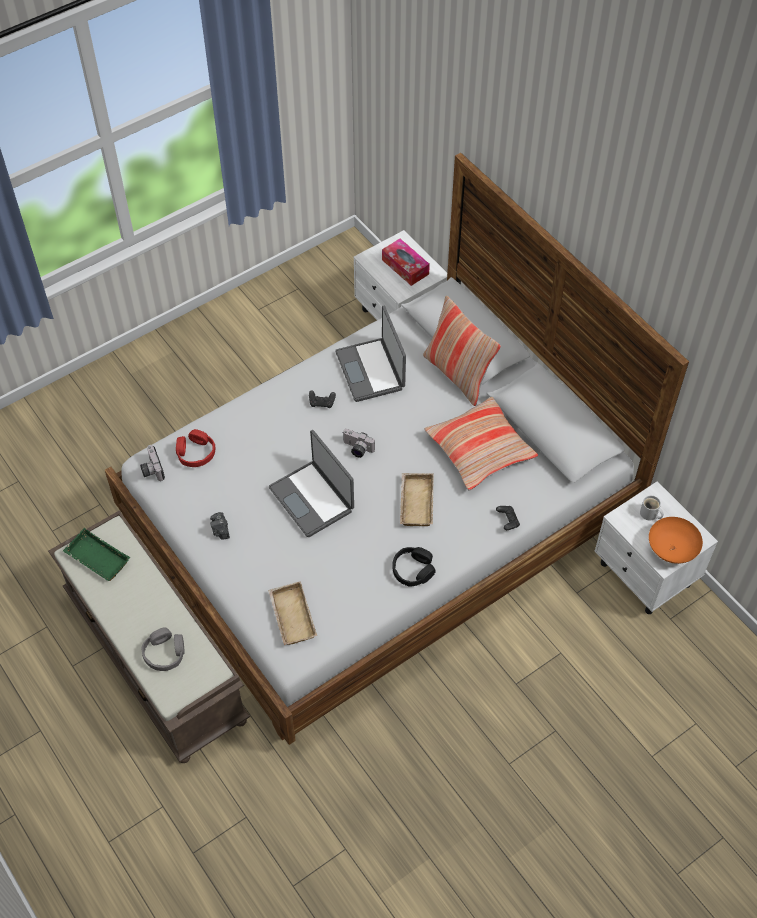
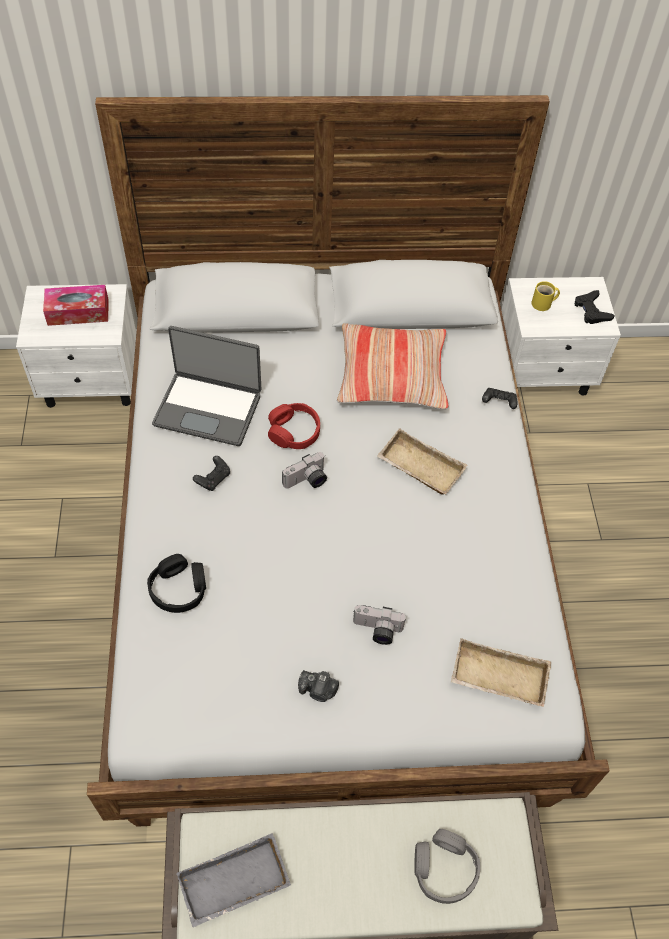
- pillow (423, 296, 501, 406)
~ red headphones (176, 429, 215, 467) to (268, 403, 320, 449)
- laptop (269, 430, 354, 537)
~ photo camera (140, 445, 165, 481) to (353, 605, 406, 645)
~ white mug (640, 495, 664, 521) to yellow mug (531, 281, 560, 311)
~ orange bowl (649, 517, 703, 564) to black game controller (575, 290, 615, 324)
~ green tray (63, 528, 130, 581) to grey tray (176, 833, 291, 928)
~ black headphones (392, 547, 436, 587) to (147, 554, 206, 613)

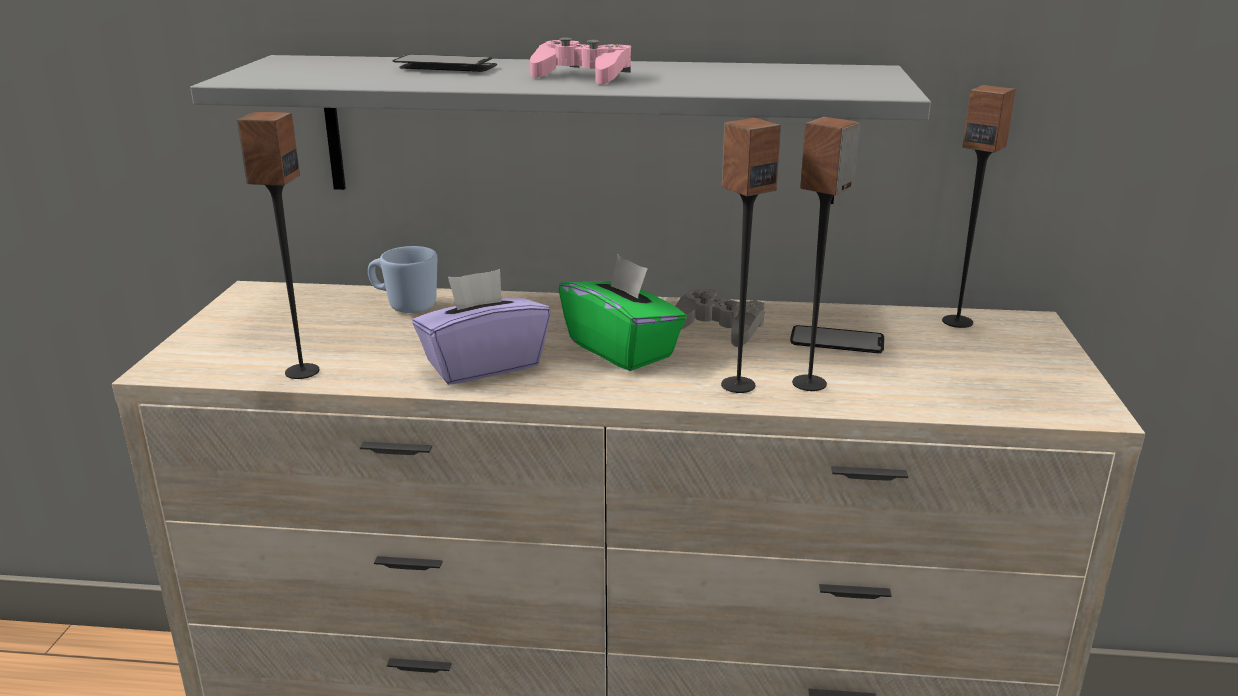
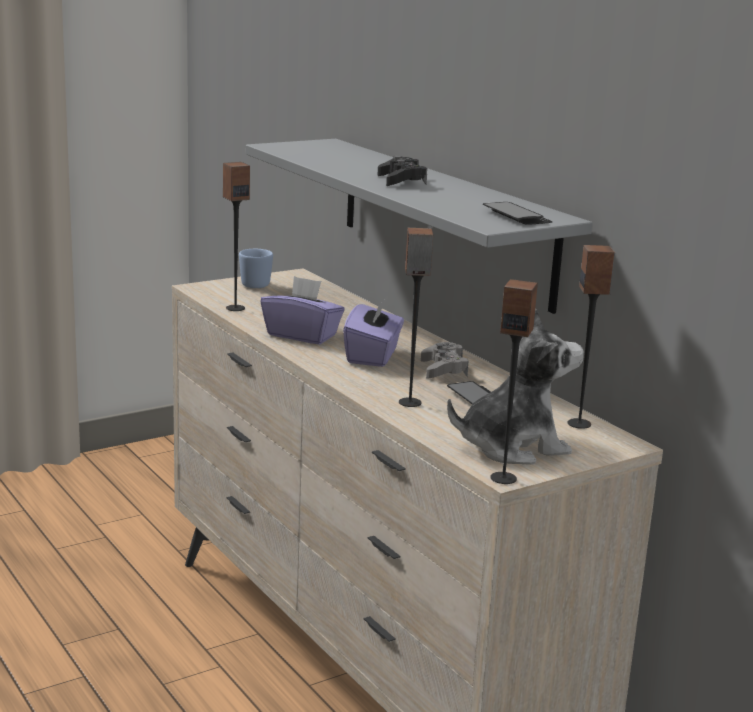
~ pink game controller (530, 37, 631, 85) to black game controller (377, 156, 427, 186)
~ phone (392, 54, 497, 72) to (483, 202, 552, 225)
~ speaker (721, 118, 781, 393) to (490, 279, 538, 484)
~ blue mug (368, 246, 437, 313) to (239, 249, 273, 288)
~ green tissue box (558, 255, 687, 371) to purple tissue box (343, 296, 404, 367)
+ plush toy (447, 308, 584, 465)

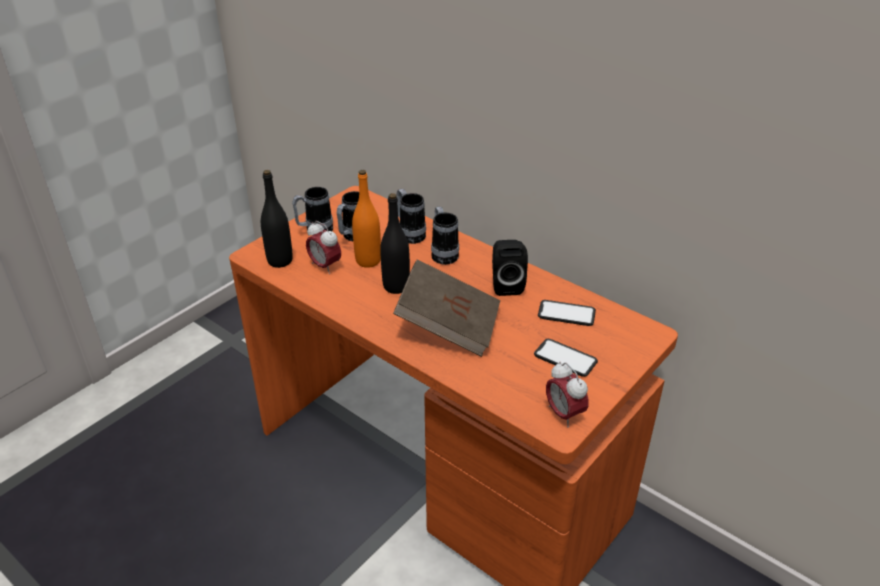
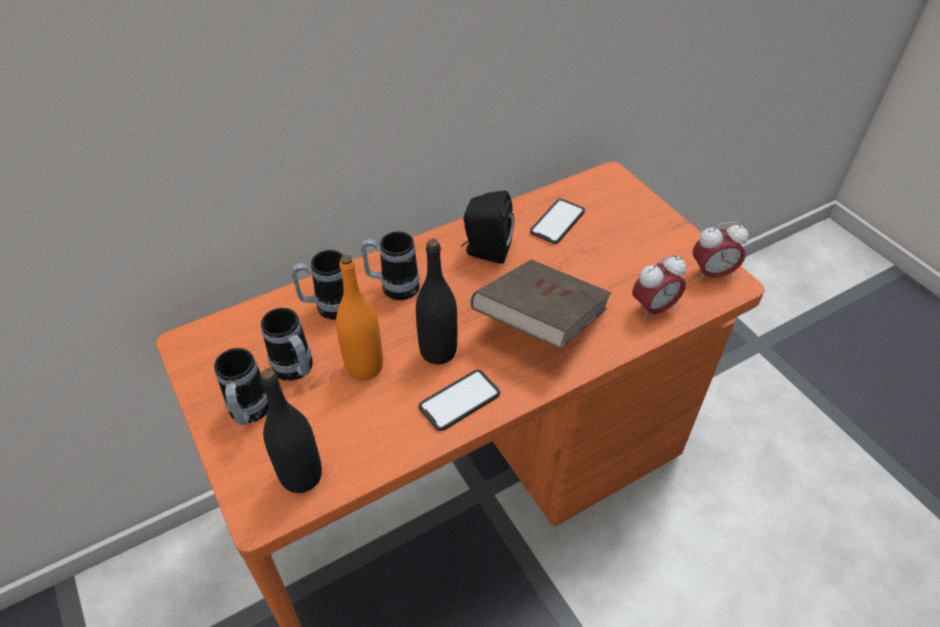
~ alarm clock (306, 221, 341, 274) to (632, 255, 686, 320)
~ phone (534, 339, 598, 377) to (418, 370, 500, 431)

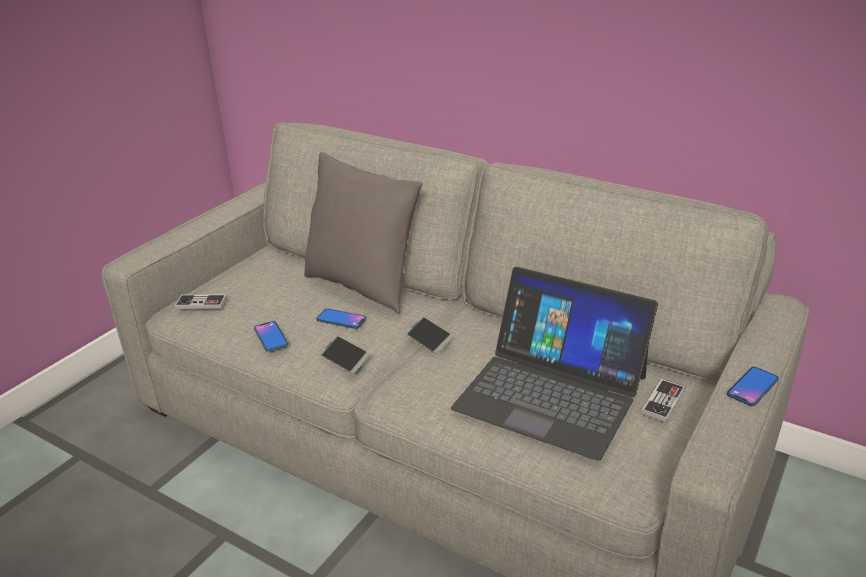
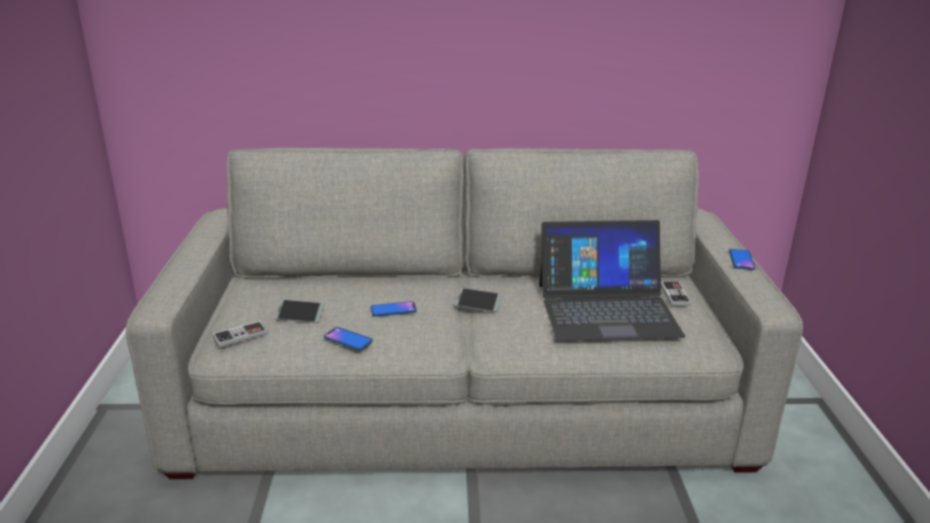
- grey pillow (304, 152, 422, 314)
~ phone (320, 335, 370, 374) to (275, 300, 324, 323)

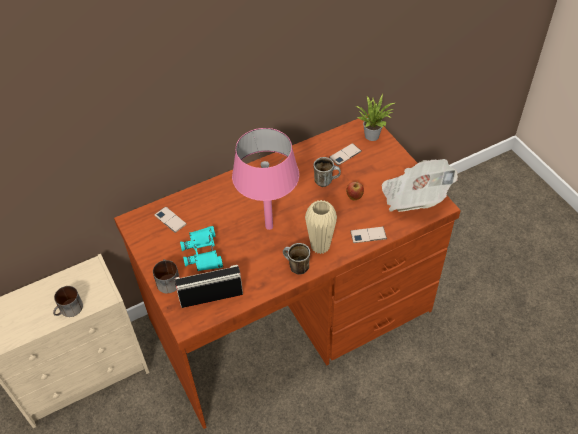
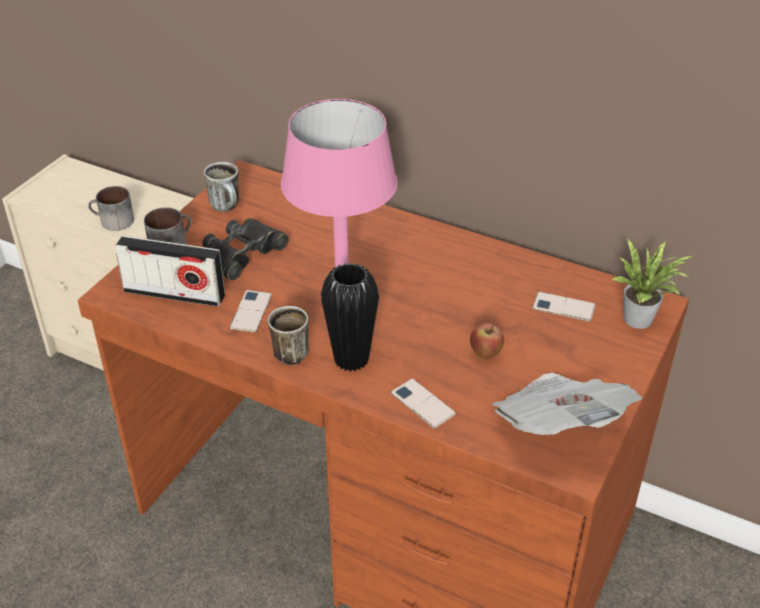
~ mug (313, 157, 341, 187) to (204, 162, 239, 212)
~ beige vase (305, 200, 337, 254) to black vase (321, 263, 379, 371)
~ phone (154, 206, 187, 233) to (229, 290, 272, 333)
~ turquoise binoculars (180, 226, 223, 271) to black binoculars (202, 218, 289, 281)
~ radio (175, 265, 243, 308) = (115, 236, 225, 307) 150 degrees clockwise

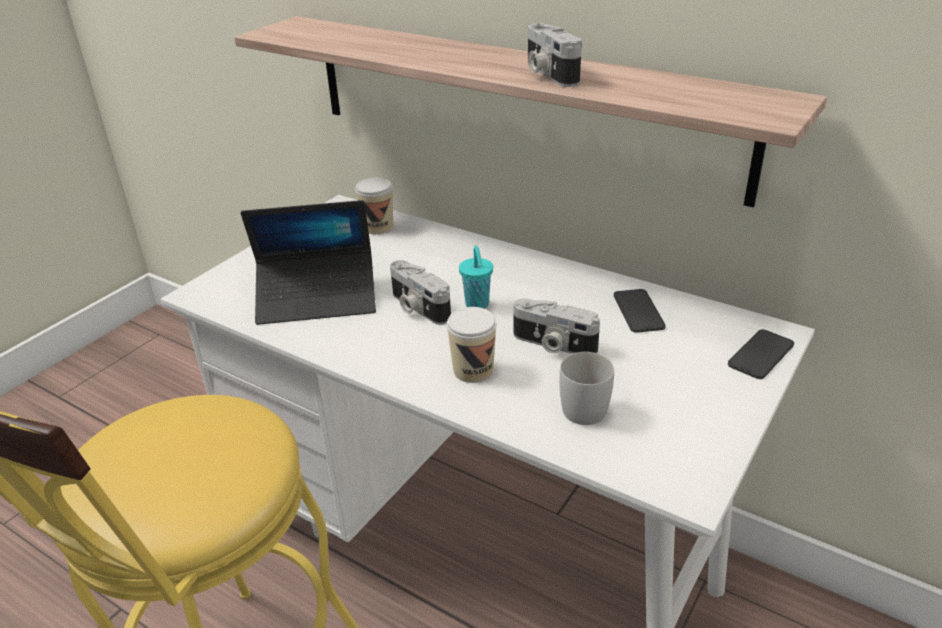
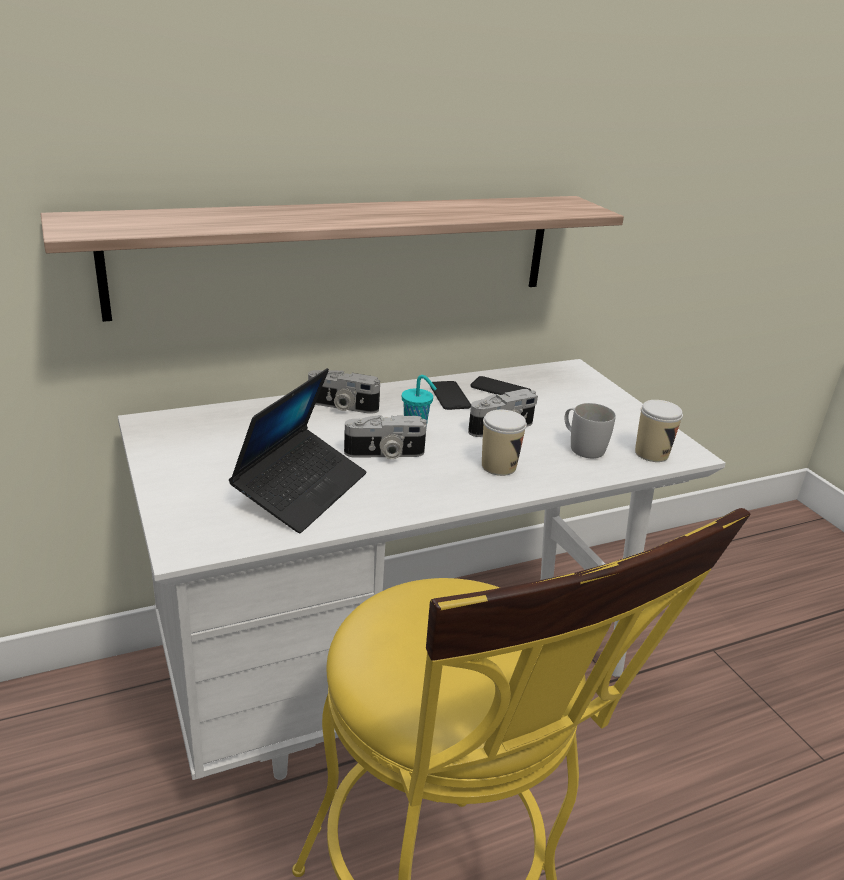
~ photo camera (528, 23, 582, 87) to (308, 370, 380, 414)
~ cup (355, 177, 393, 235) to (635, 400, 683, 462)
~ phone (728, 329, 794, 379) to (430, 381, 471, 410)

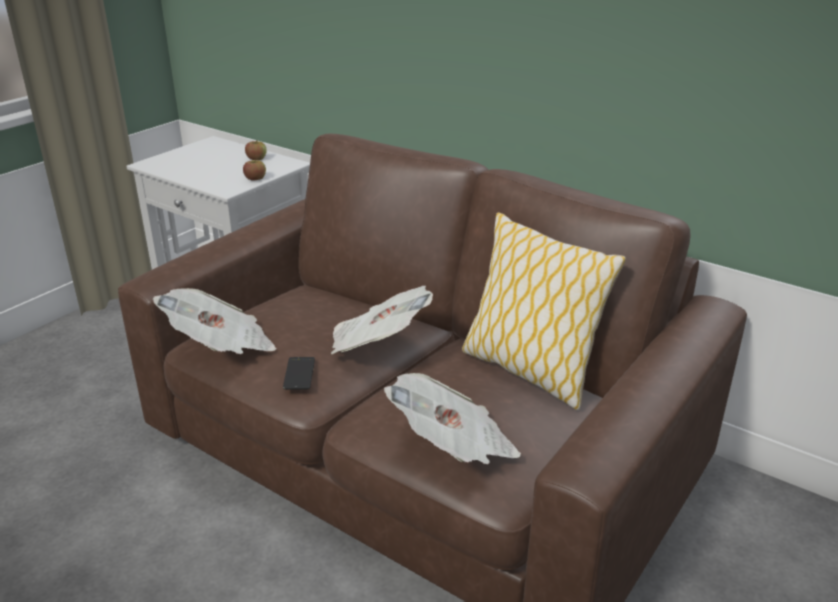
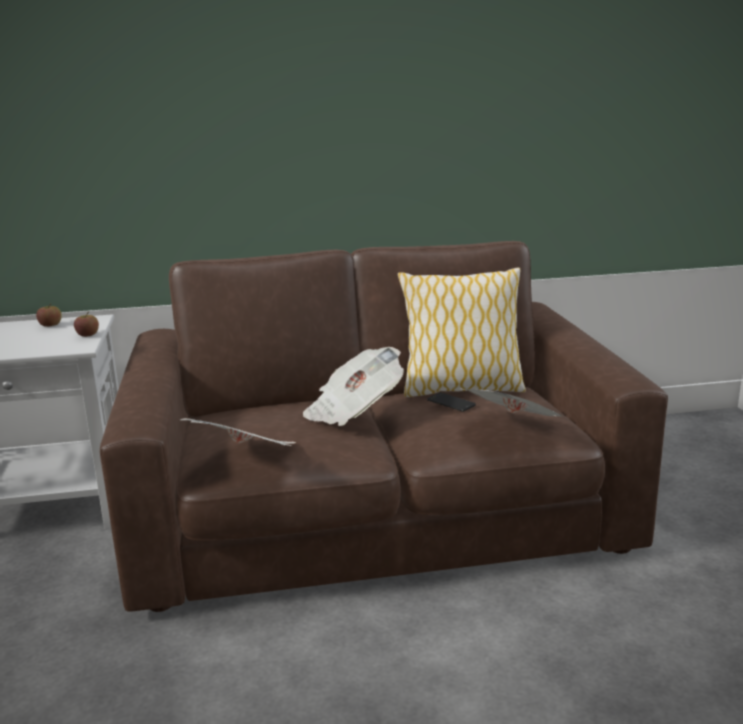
~ phone (283, 357, 315, 390) to (427, 393, 476, 412)

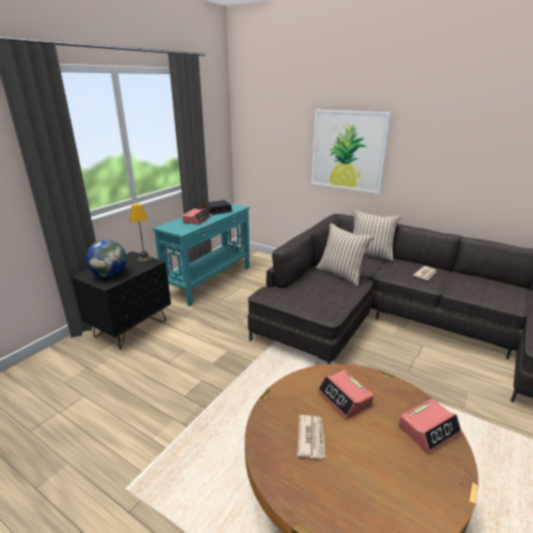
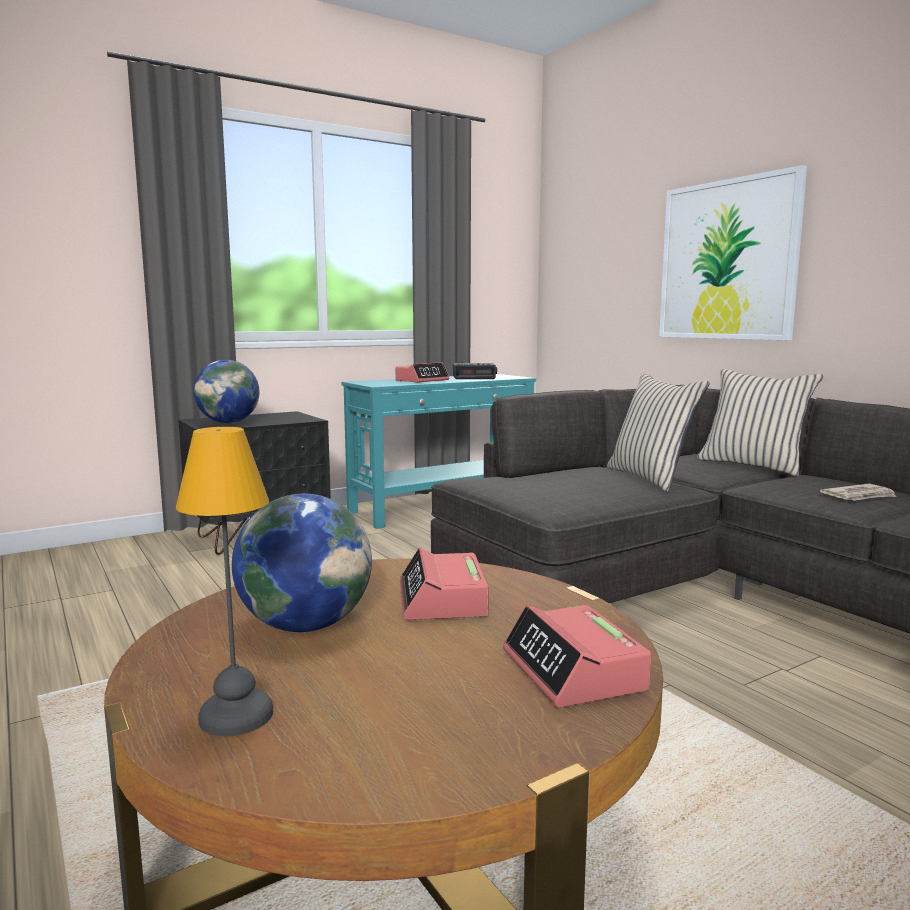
~ table lamp (130, 204, 152, 263) to (176, 427, 273, 736)
~ alarm clock (399, 399, 462, 454) = (503, 605, 651, 708) 75 degrees clockwise
~ newspaper (297, 415, 326, 459) to globe (232, 494, 372, 632)

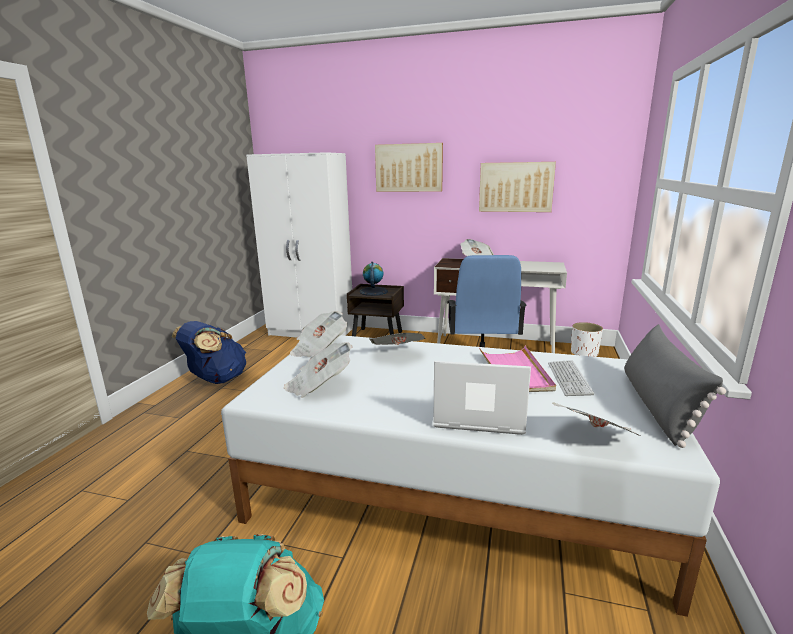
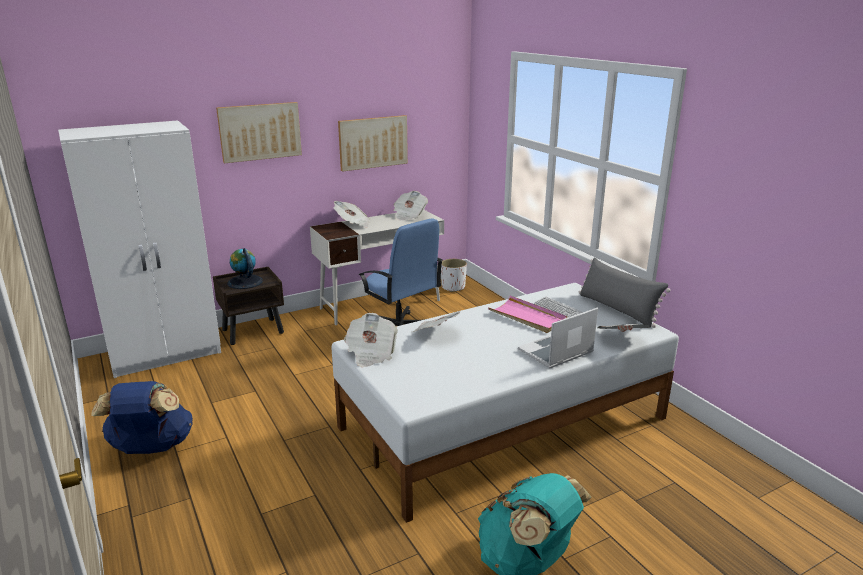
~ newspaper (284, 342, 353, 398) to (393, 191, 428, 220)

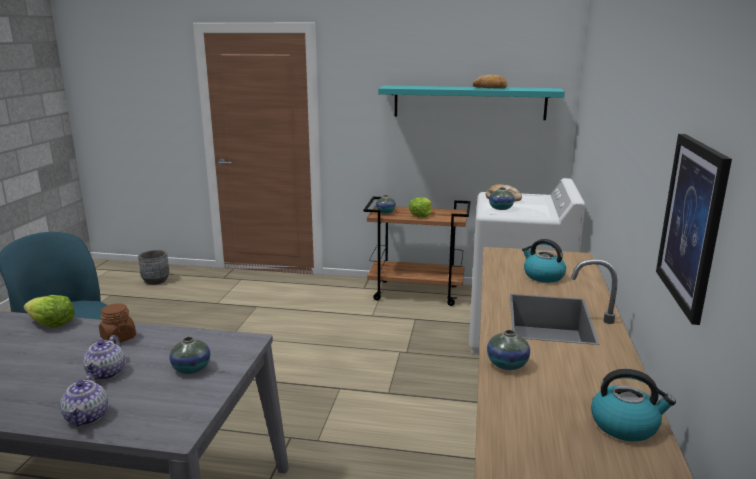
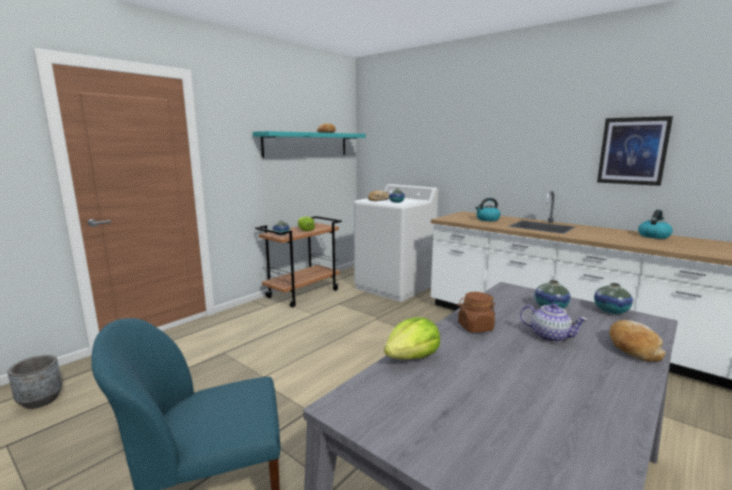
~ vase (487, 330, 530, 370) to (594, 283, 633, 314)
~ teapot (60, 373, 108, 426) to bread (609, 320, 666, 362)

